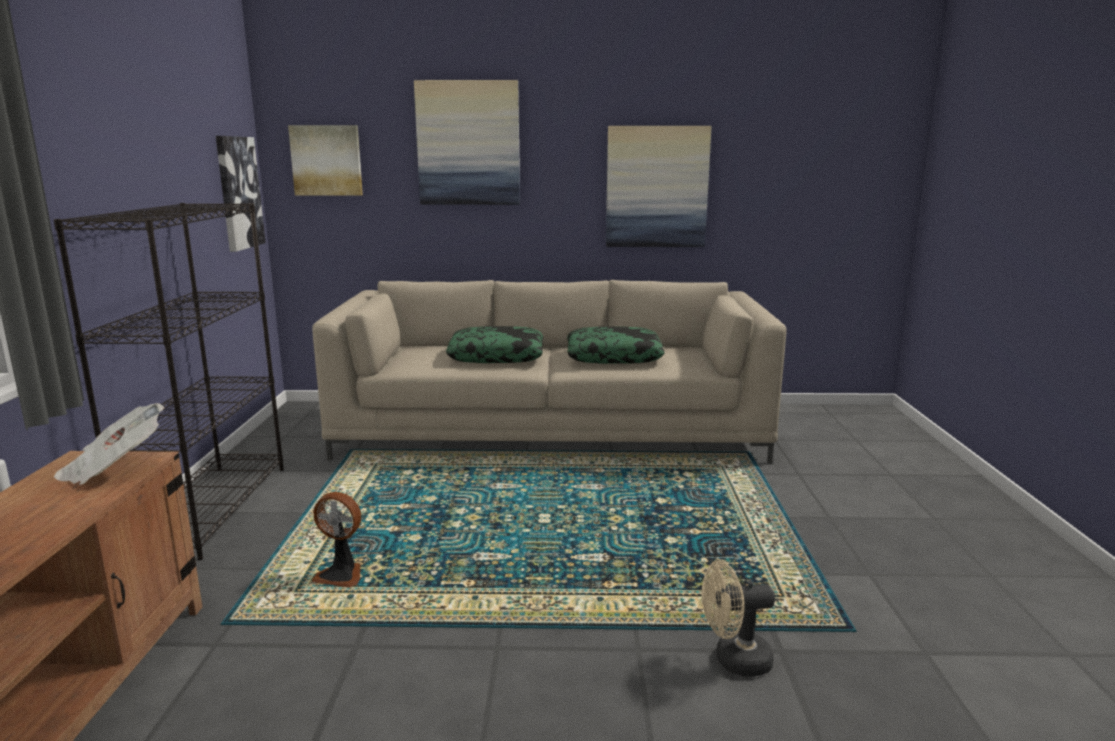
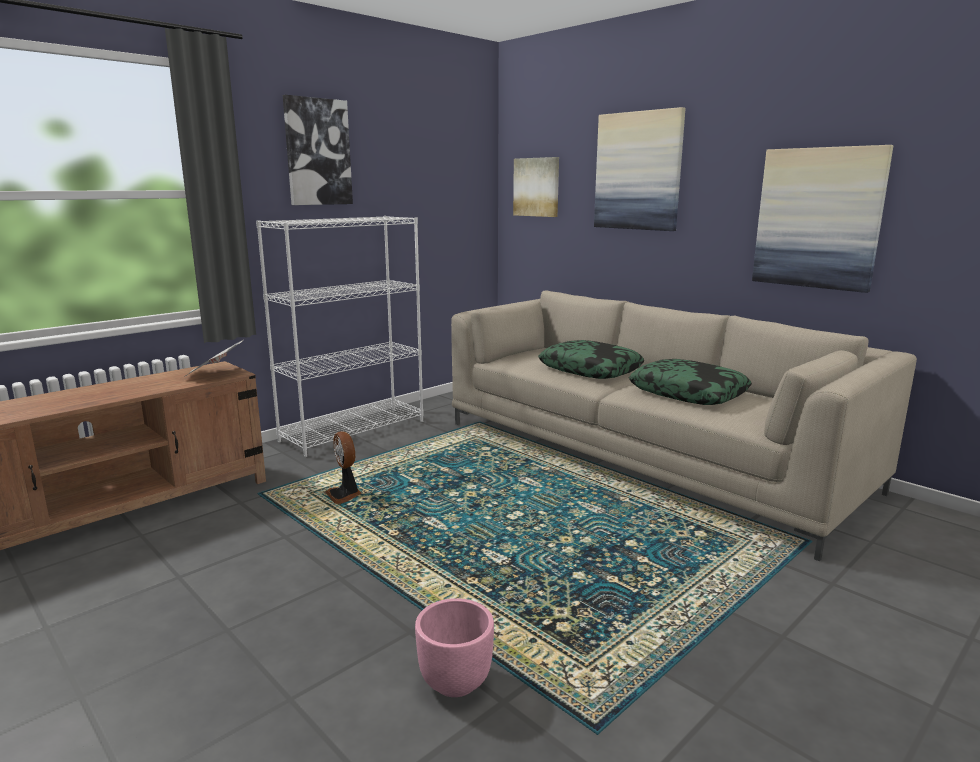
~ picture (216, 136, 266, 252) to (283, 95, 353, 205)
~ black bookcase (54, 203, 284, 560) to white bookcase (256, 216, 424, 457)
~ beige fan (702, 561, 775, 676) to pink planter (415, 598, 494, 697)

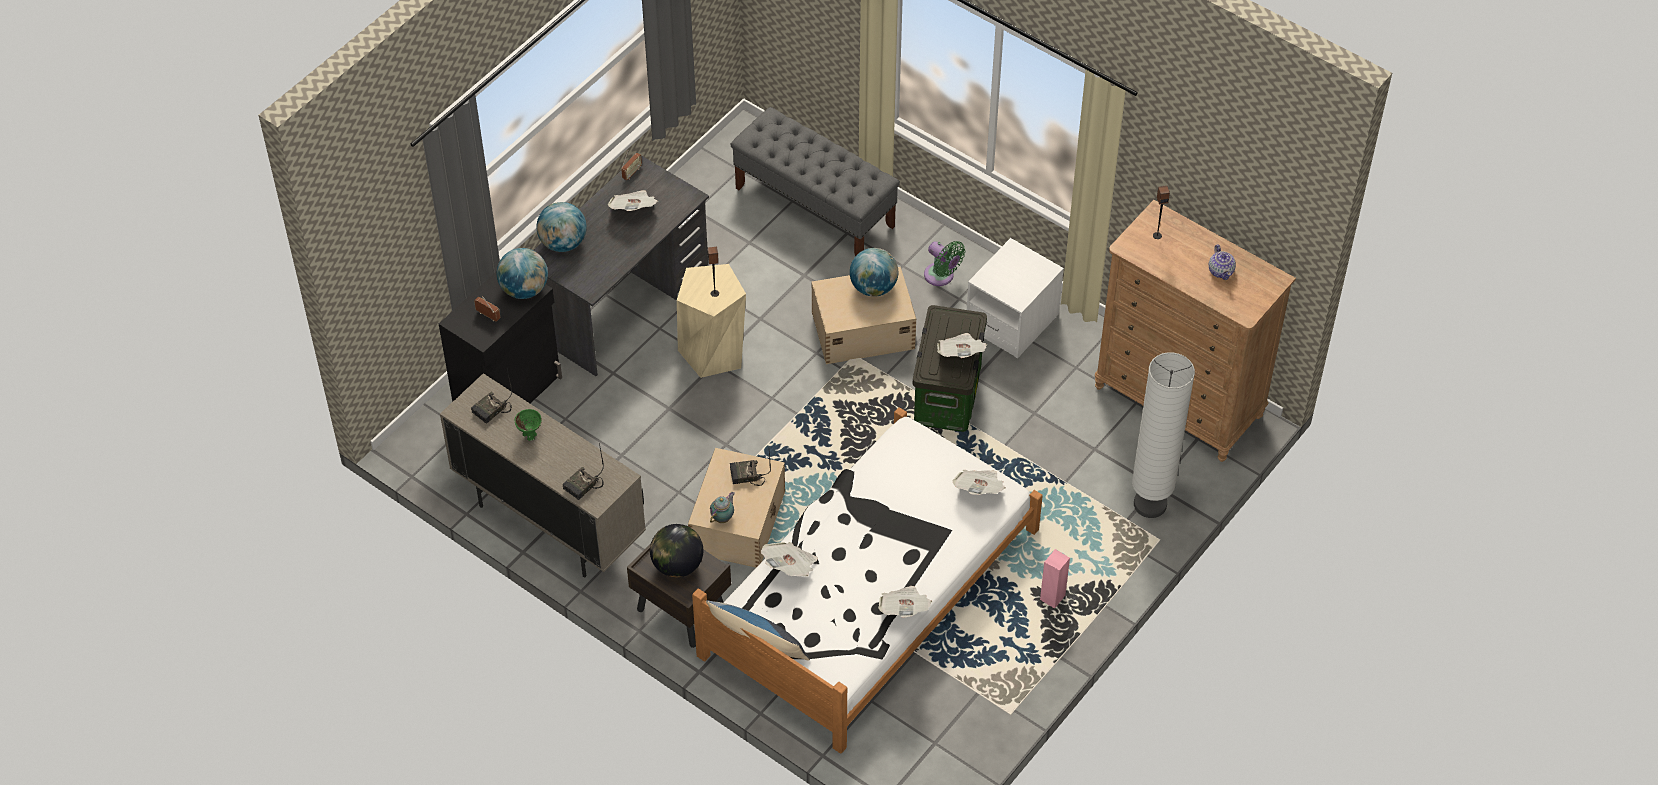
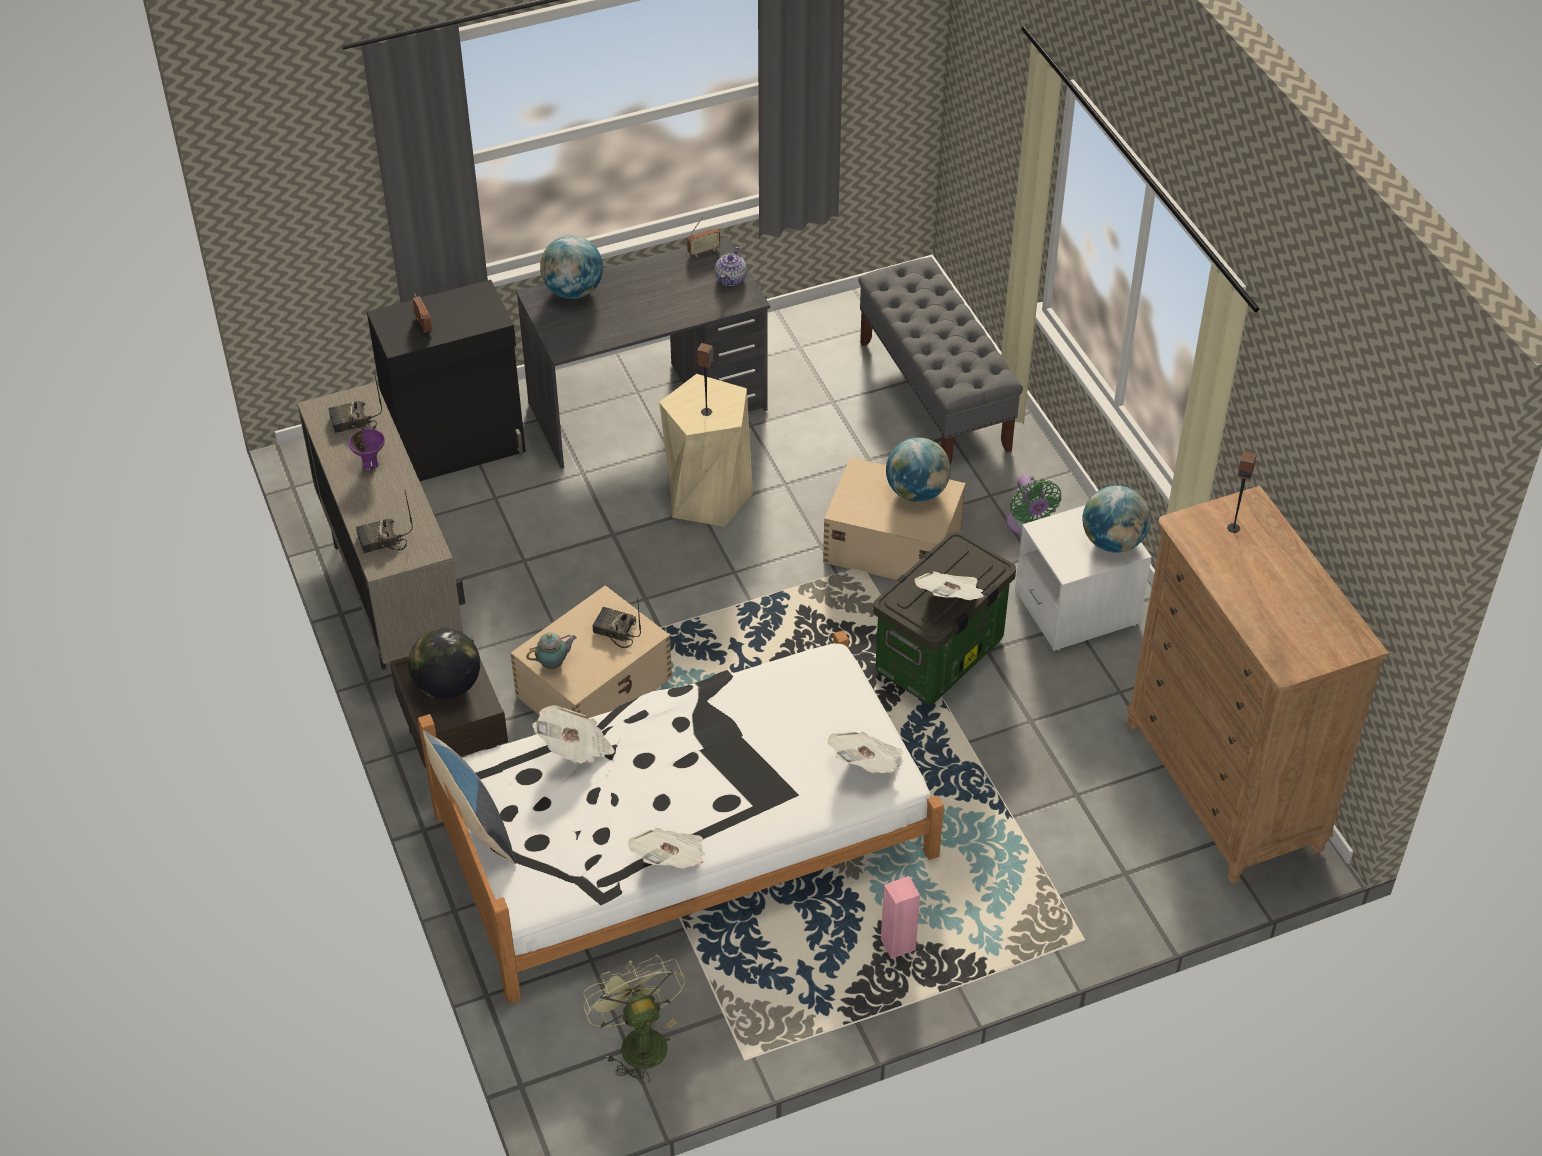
- newspaper (607, 190, 658, 211)
~ teapot (1209, 244, 1236, 280) to (715, 247, 747, 286)
~ globe (497, 248, 548, 299) to (1083, 485, 1151, 553)
- white floor lamp (1132, 352, 1195, 518)
~ green bowl (515, 409, 542, 441) to purple bowl (349, 429, 385, 471)
+ green fan (583, 955, 686, 1084)

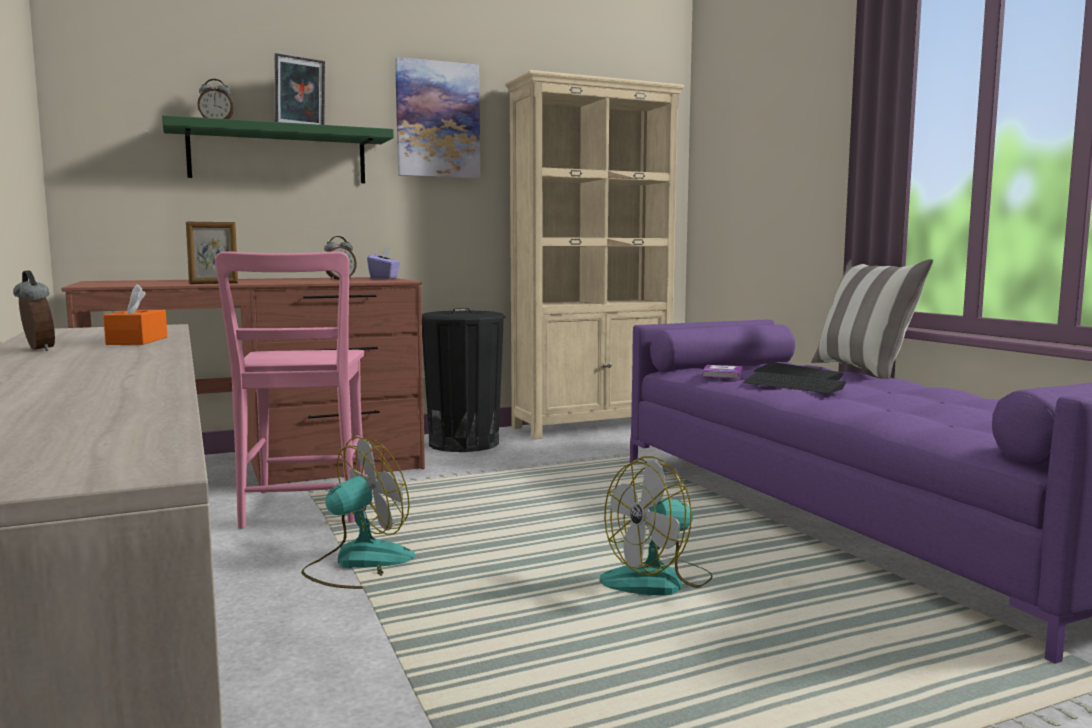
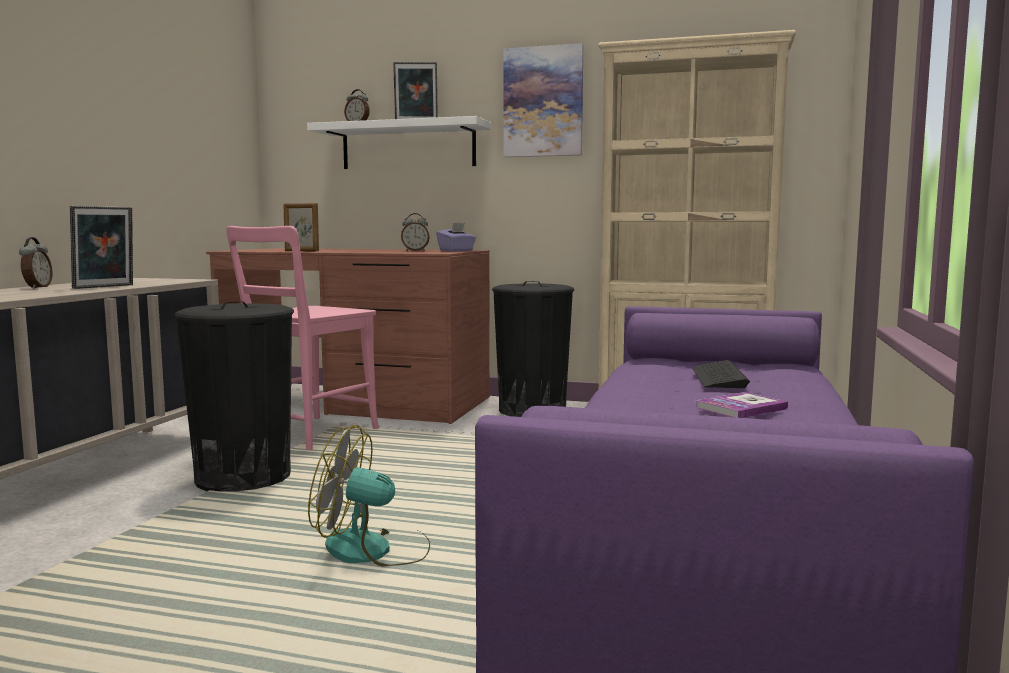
~ green shelf (162, 115, 394, 183) to white shelf (307, 116, 491, 169)
- pillow (811, 259, 933, 379)
~ orange tissue box (103, 284, 167, 345) to picture frame (70, 206, 133, 289)
~ book (702, 365, 743, 378) to (695, 392, 788, 418)
- keyboard (743, 372, 846, 393)
~ fan (301, 437, 415, 589) to black trash can (174, 301, 294, 491)

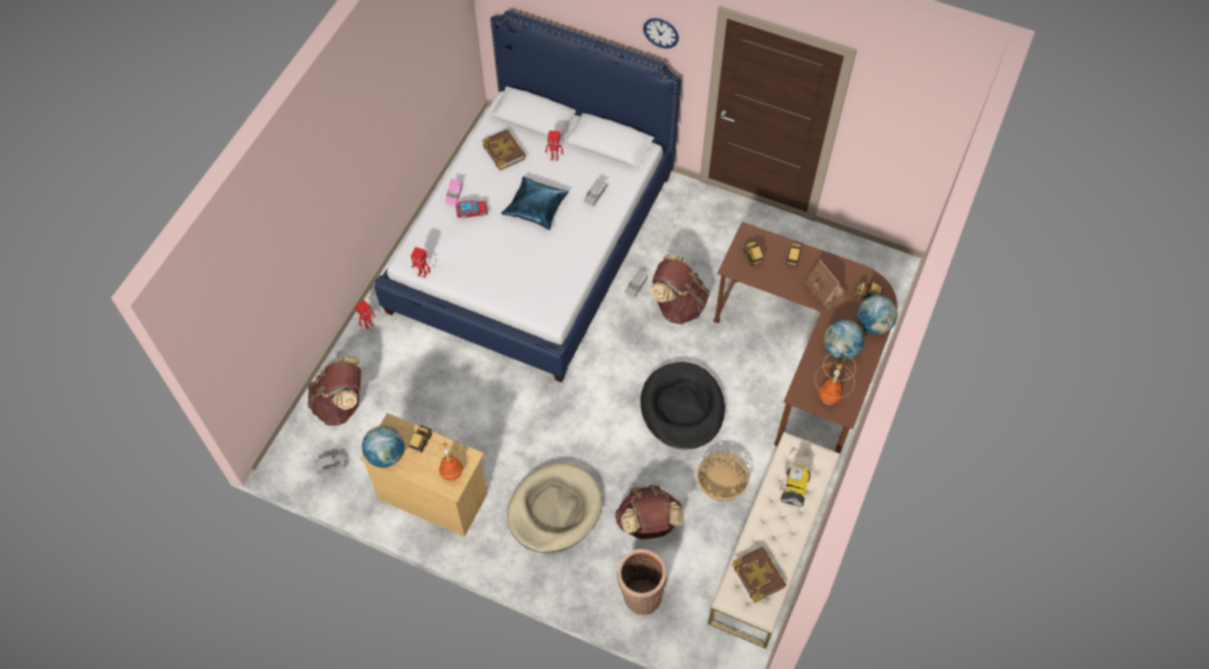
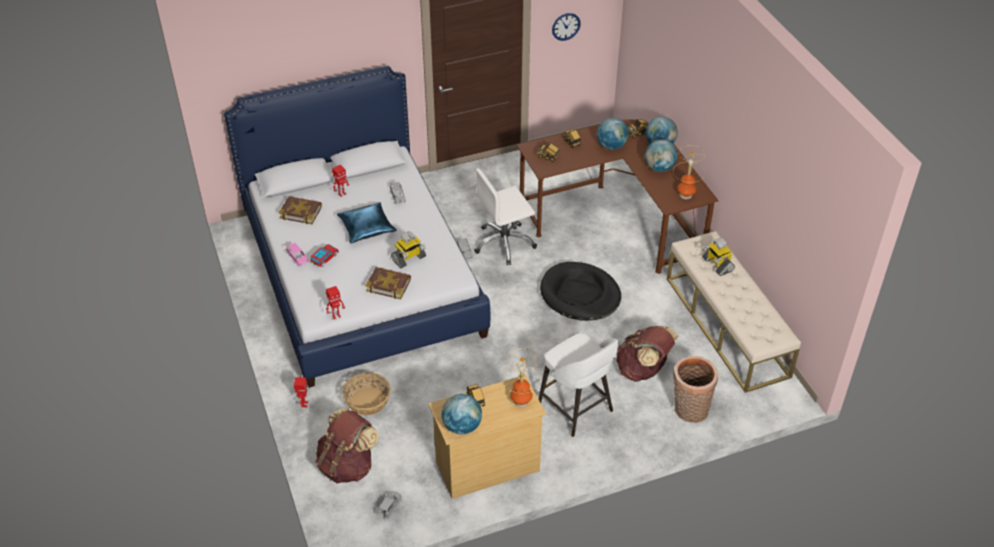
~ wall clock (643, 18, 679, 49) to (552, 13, 581, 41)
~ brown backpack (651, 255, 709, 324) to white office chair (474, 168, 537, 265)
~ toy house (804, 260, 847, 310) to globe (597, 118, 629, 150)
~ basket (697, 452, 750, 501) to (342, 373, 391, 416)
~ beige dog bed (507, 463, 602, 553) to white stool (539, 333, 618, 437)
~ book (732, 547, 786, 603) to (365, 267, 411, 299)
+ toy robot (391, 231, 426, 269)

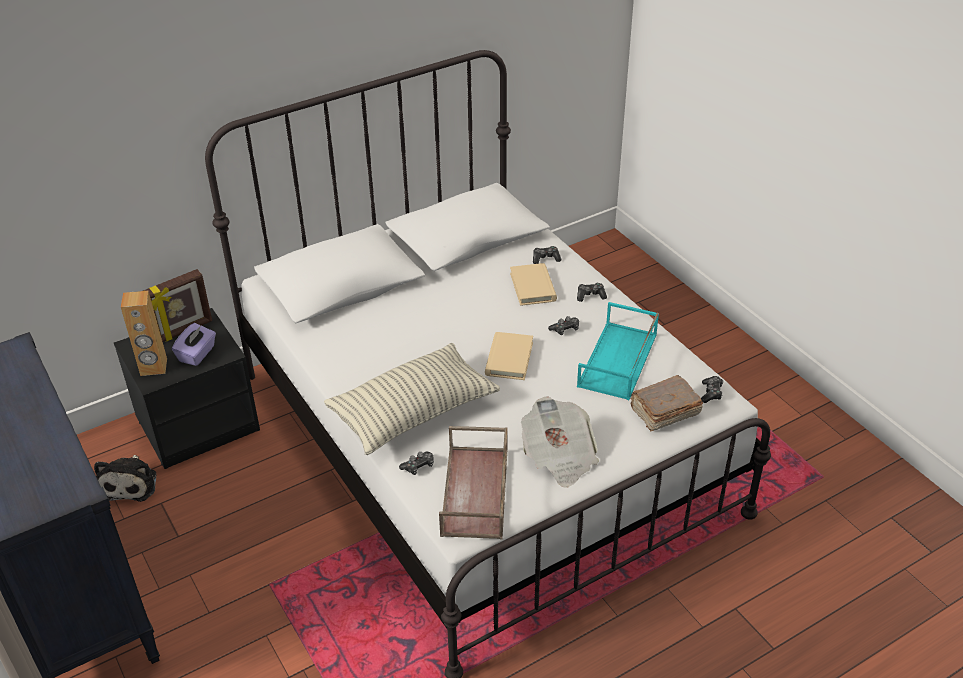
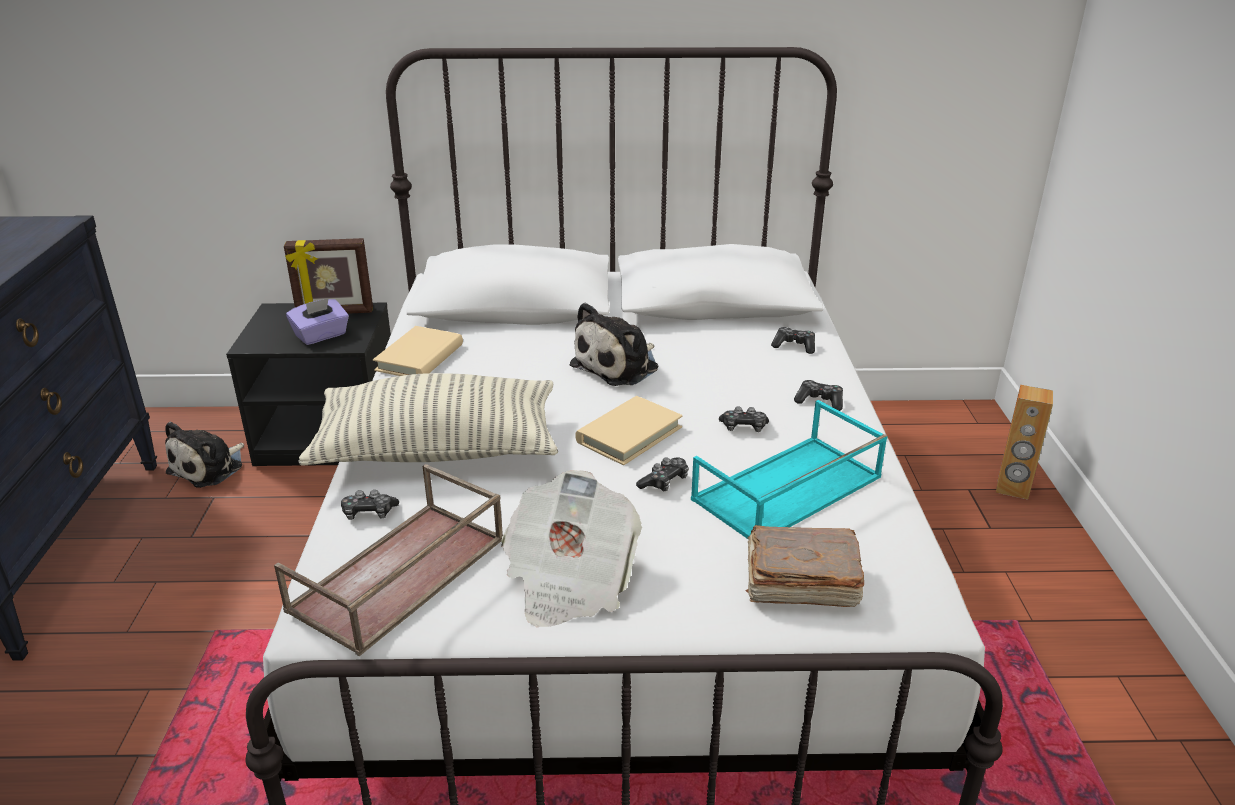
~ beige book (510, 263, 557, 306) to (373, 326, 463, 376)
~ brown speaker (121, 291, 167, 376) to (996, 385, 1053, 500)
~ game controller (701, 376, 723, 403) to (636, 457, 689, 492)
+ plush toy (570, 302, 658, 386)

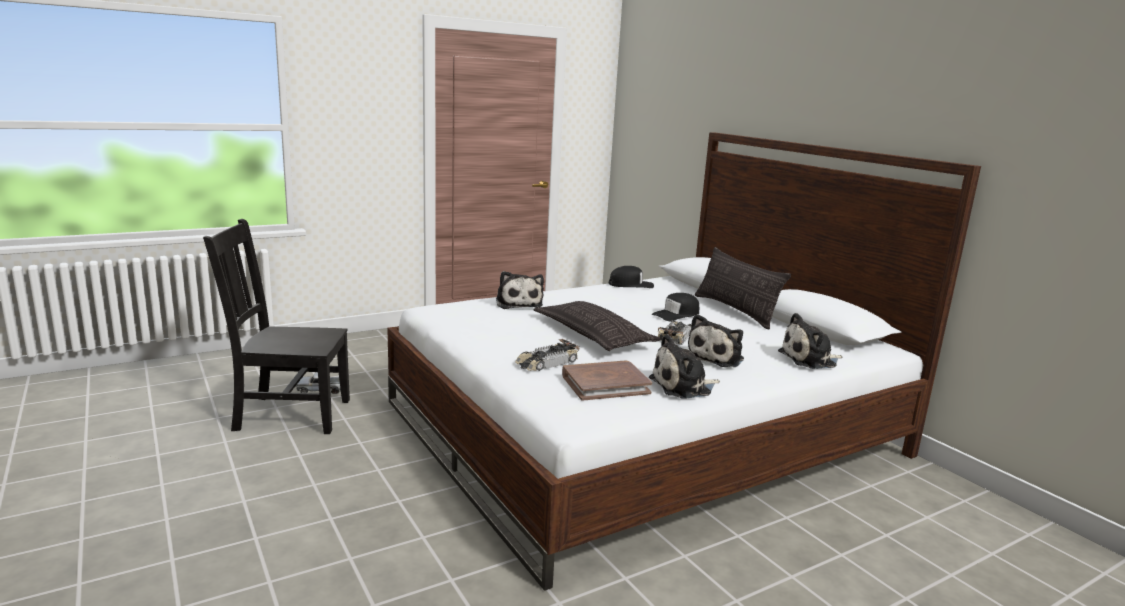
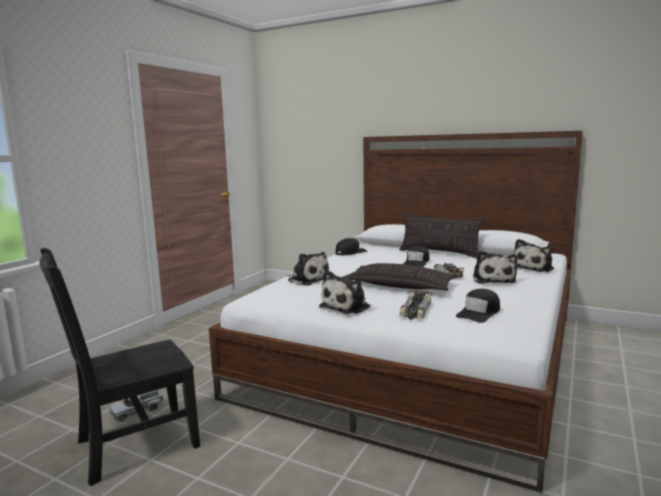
~ plush toy (649, 334, 720, 398) to (319, 270, 370, 314)
~ brown book (562, 360, 652, 401) to black cap (456, 289, 500, 323)

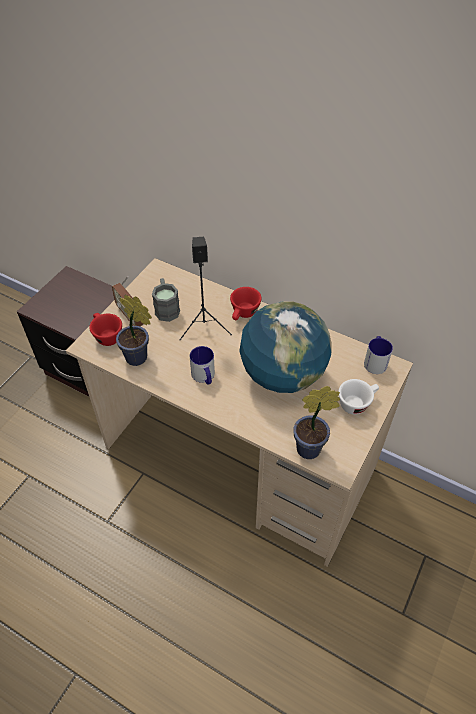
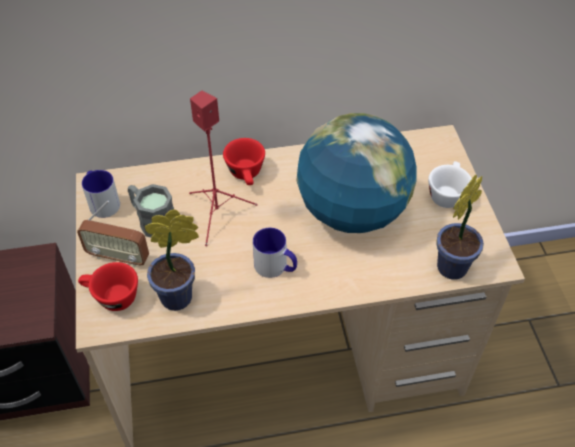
~ black speaker (179, 237, 232, 340) to red speaker (189, 91, 257, 246)
~ mug (364, 336, 393, 374) to (82, 170, 120, 218)

